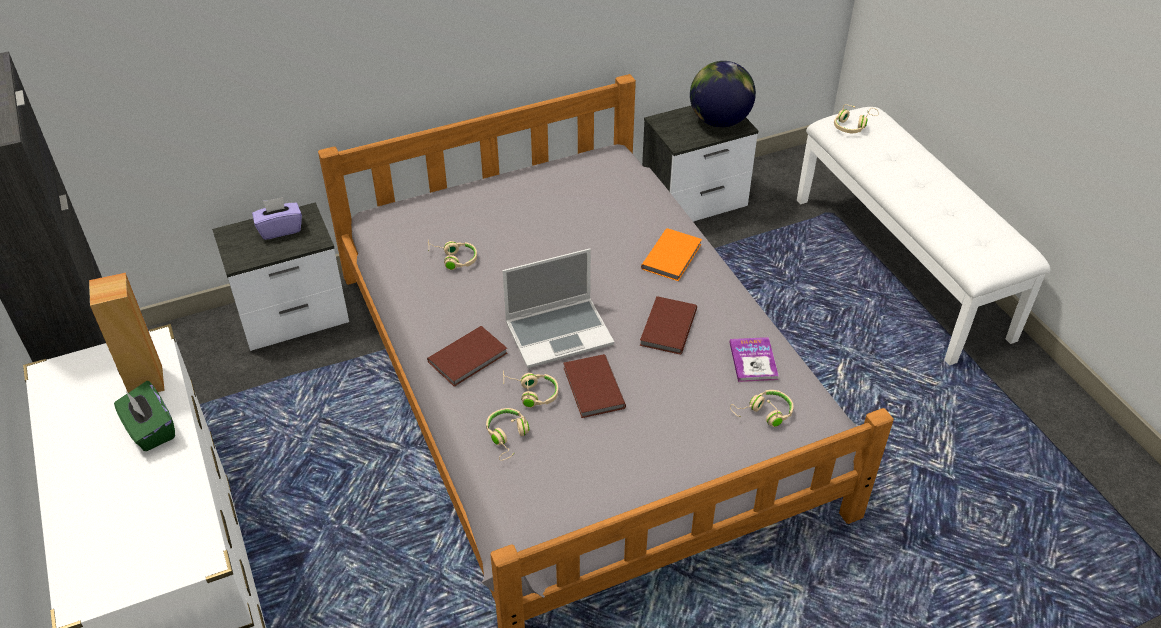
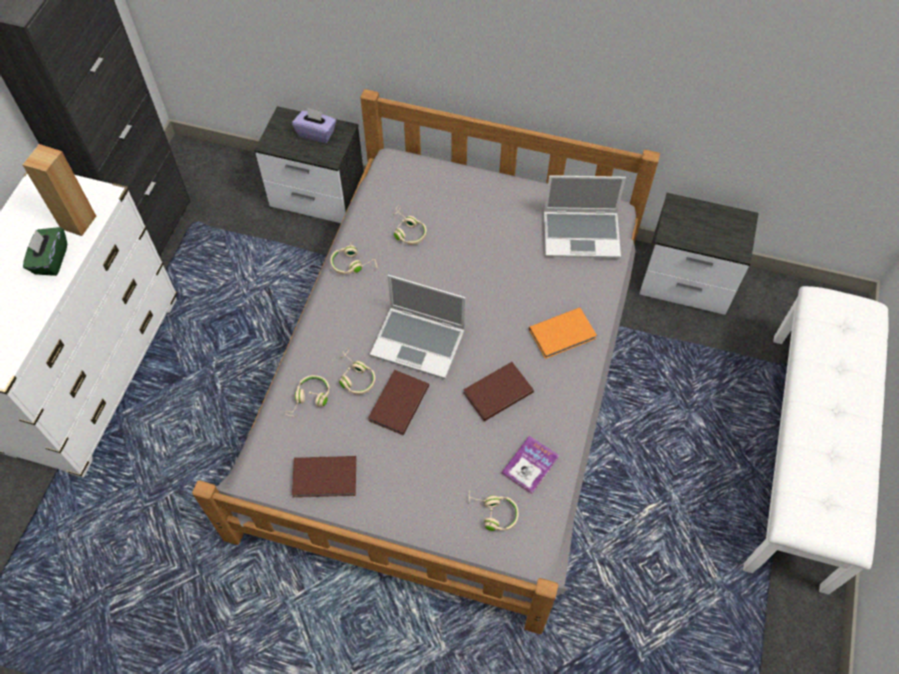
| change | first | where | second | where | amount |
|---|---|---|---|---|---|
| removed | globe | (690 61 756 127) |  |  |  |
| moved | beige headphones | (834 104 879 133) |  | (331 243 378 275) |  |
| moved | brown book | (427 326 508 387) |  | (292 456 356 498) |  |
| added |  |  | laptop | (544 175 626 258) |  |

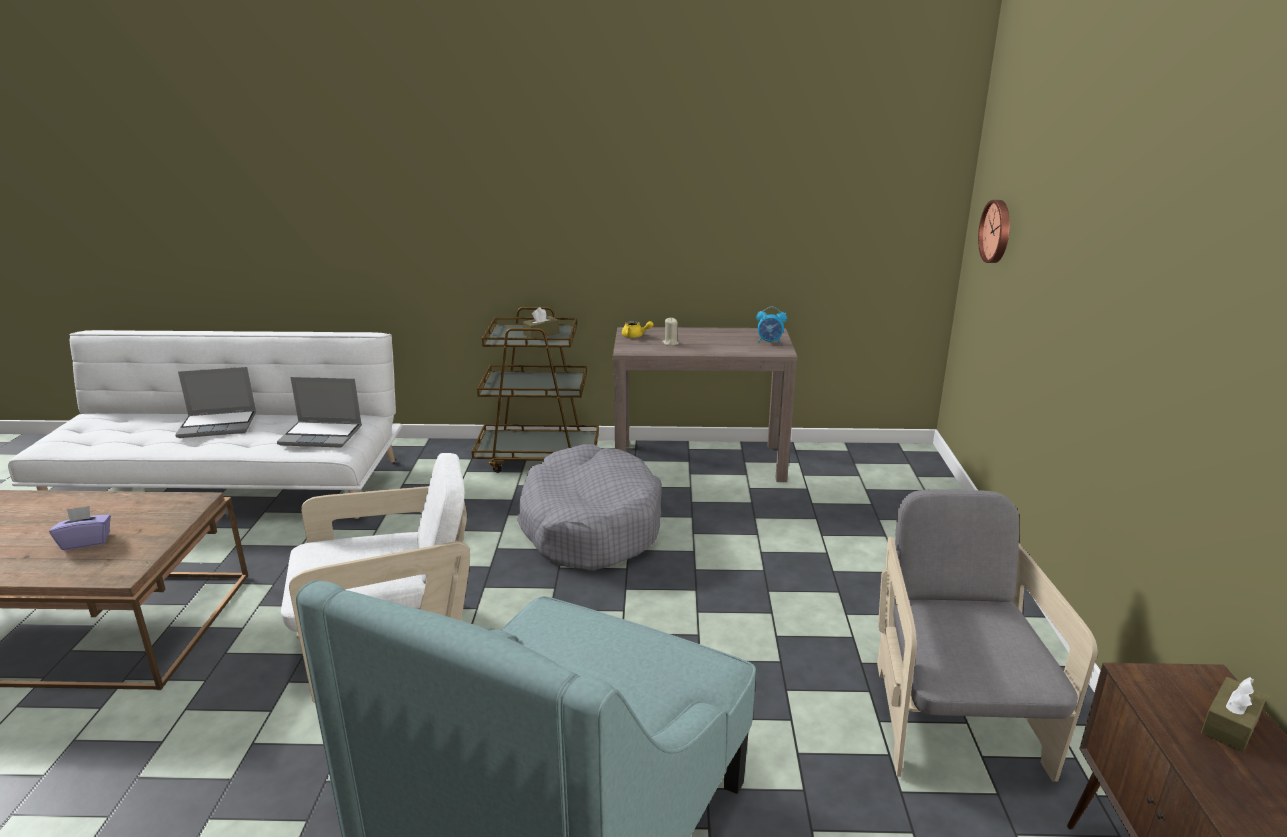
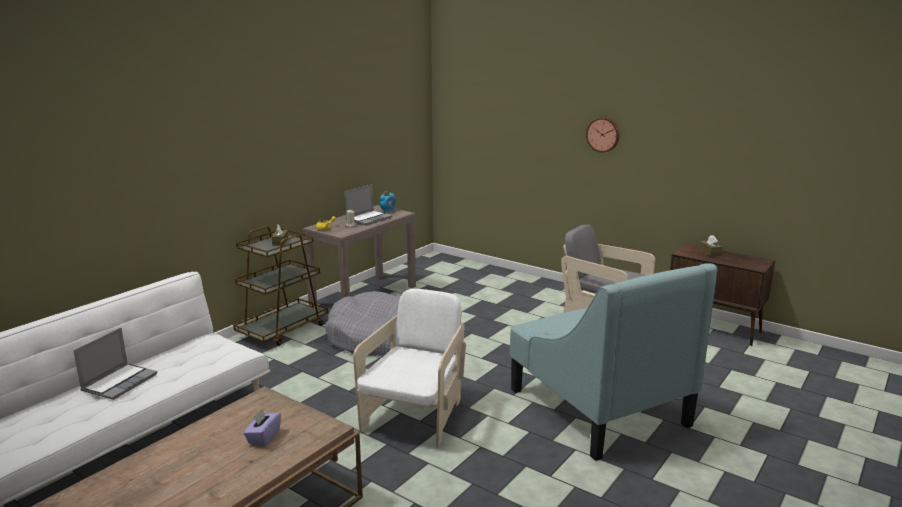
| change | first | where | second | where | amount |
|---|---|---|---|---|---|
| moved | wall clock | (978 200 1010 263) |  | (586 117 620 152) |  |
| moved | laptop | (277 377 362 448) |  | (345 184 393 226) |  |

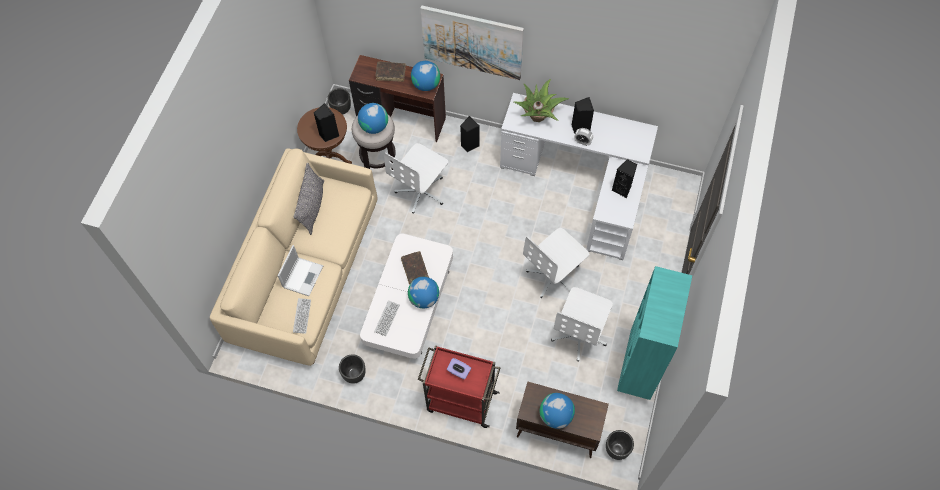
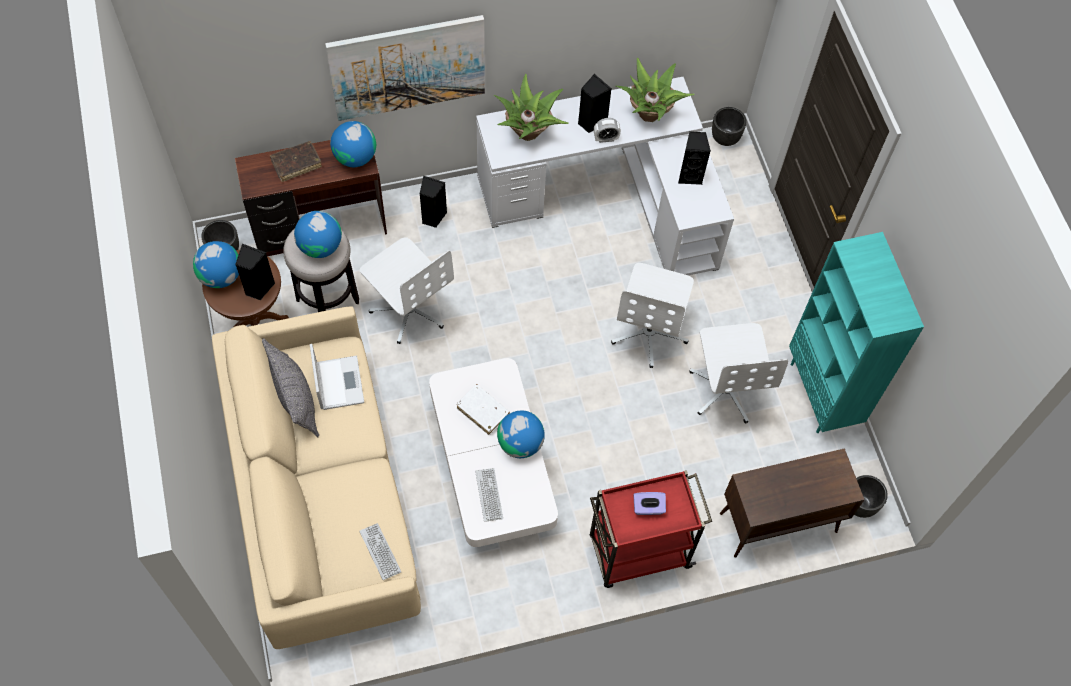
| change | first | where | second | where | amount |
|---|---|---|---|---|---|
| turned | white office chair | (384 143 448 214) |  | (360 237 454 344) | 45 degrees counterclockwise |
| moved | laptop | (278 245 323 296) |  | (310 344 364 410) |  |
| recoloured | brown book | (401 251 429 285) | white book | (457 384 510 435) |  |
| moved | black planter | (339 354 366 384) |  | (712 107 746 146) |  |
| moved | globe | (540 393 575 429) |  | (193 241 239 288) |  |
| added |  |  | potted plant | (616 58 695 122) |  |

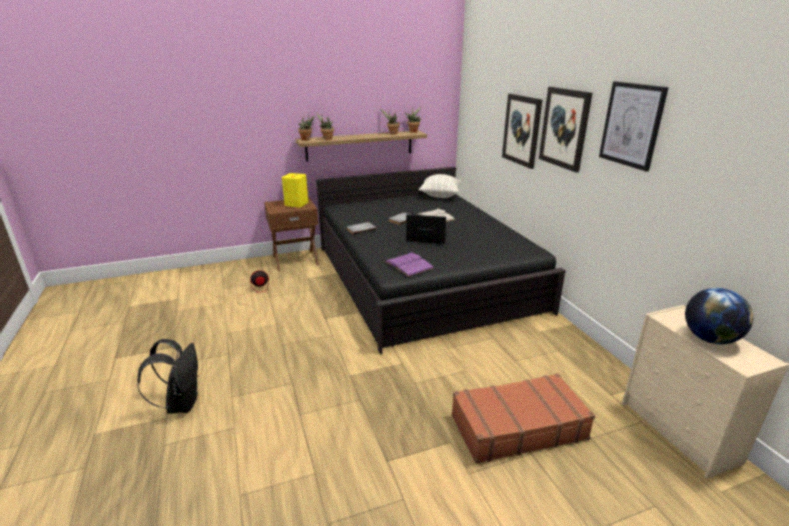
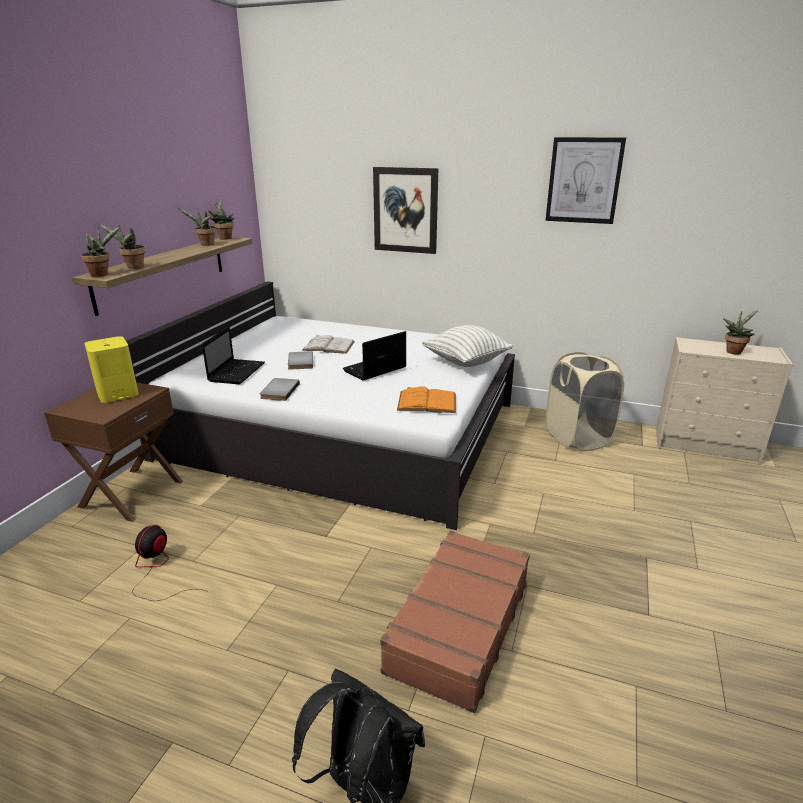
| change | first | where | second | where | amount |
|---|---|---|---|---|---|
| removed | picture | (539 87 592 173) |  |  |  |
| recoloured | black bed | (316 167 566 354) | white bed | (126 282 515 530) |  |
| moved | pillow | (419 174 462 198) |  | (422 325 513 367) |  |
| recoloured | purple book | (385 252 434 277) | orange book | (397 386 456 413) |  |
| replaced | globe | (685 288 753 344) | potted plant | (723 310 758 355) |  |
| moved | brown suitcase | (452 373 595 464) |  | (380 530 530 713) |  |
| added |  |  | laptop | (202 326 265 384) |  |
| added |  |  | beige laundry basket | (546 352 624 451) |  |

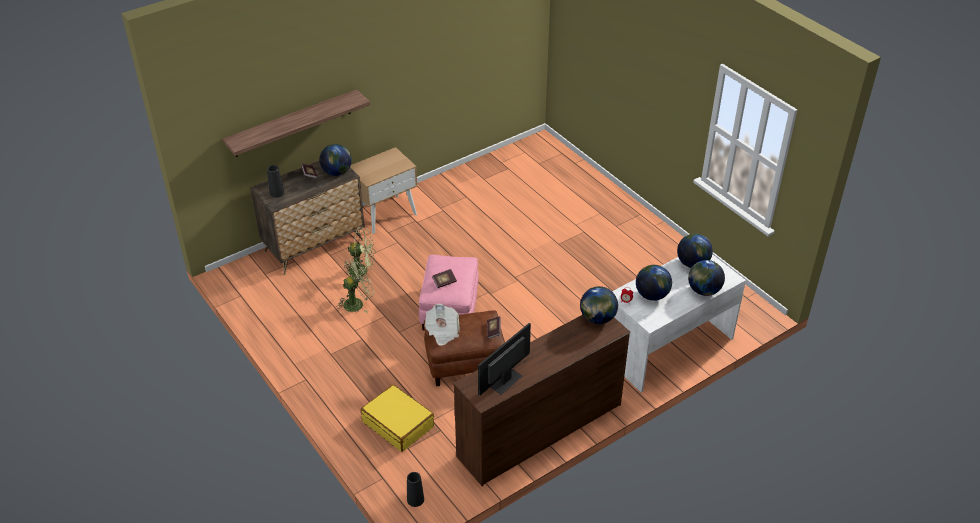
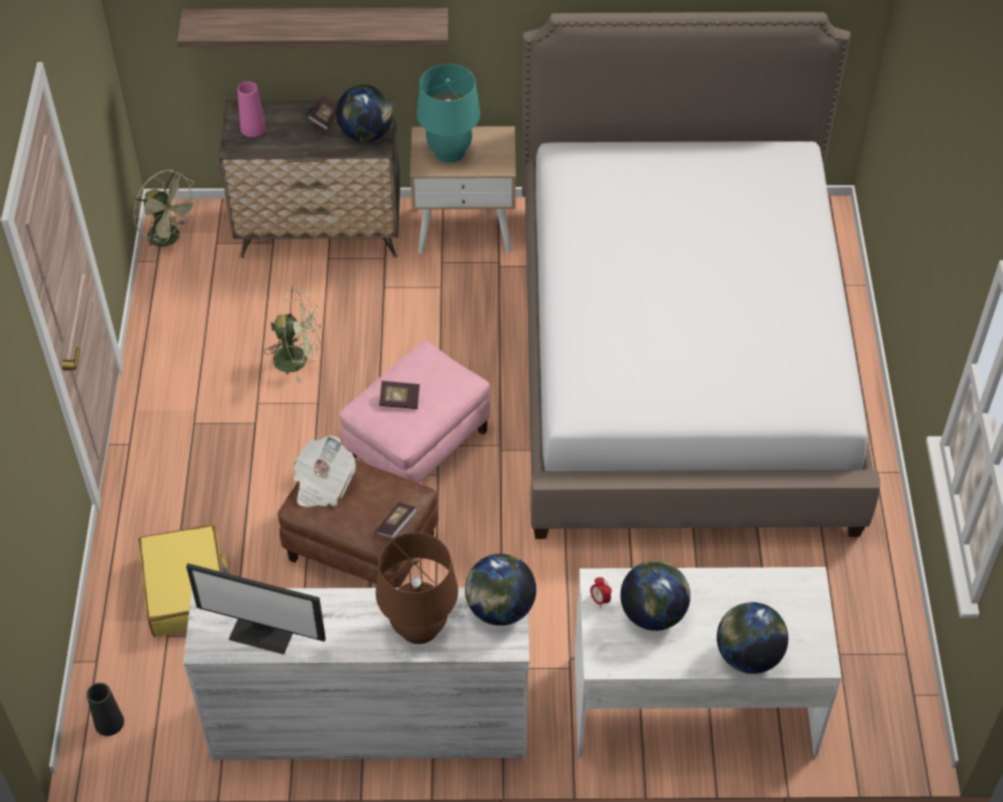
| change | first | where | second | where | amount |
|---|---|---|---|---|---|
| recoloured | black vase | (267 165 284 198) | pink vase | (237 81 266 137) |  |
| moved | green fan | (347 227 376 283) |  | (133 170 199 257) |  |
| removed | globe | (677 234 713 268) |  |  |  |
| recoloured | brown dresser | (453 315 630 486) | white dresser | (183 587 529 761) |  |
| turned | monitor | (478 323 531 396) |  | (186 563 326 655) | 150 degrees counterclockwise |
| added |  |  | bed | (522 12 880 539) |  |
| added |  |  | turquoise table lamp | (417 64 480 163) |  |
| added |  |  | brown table lamp | (376 532 458 644) |  |

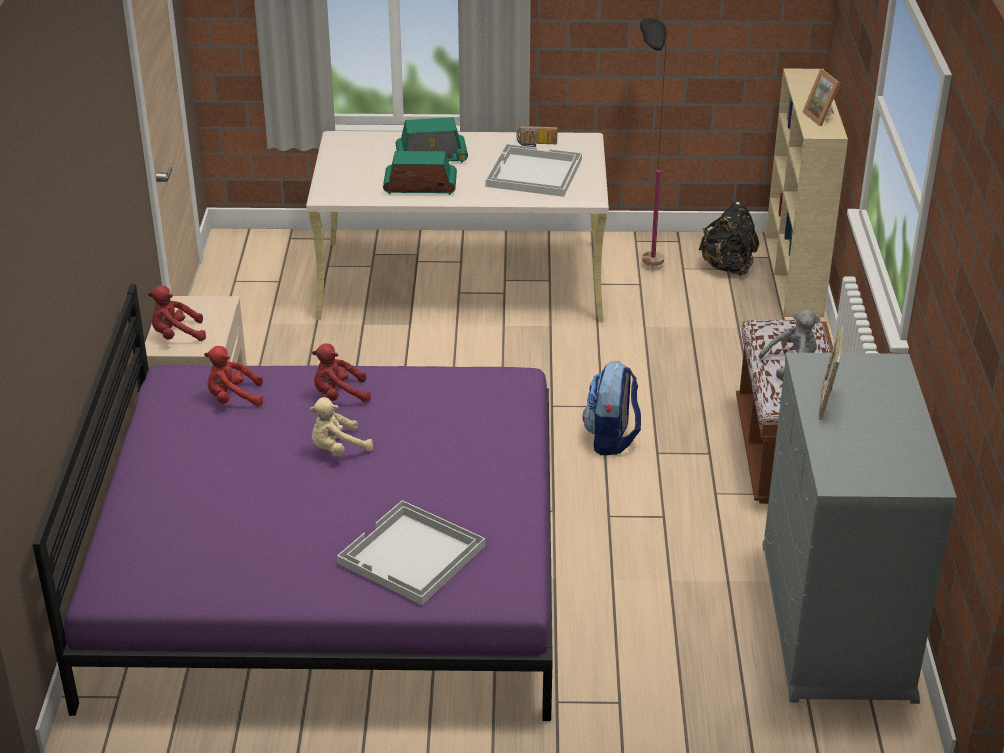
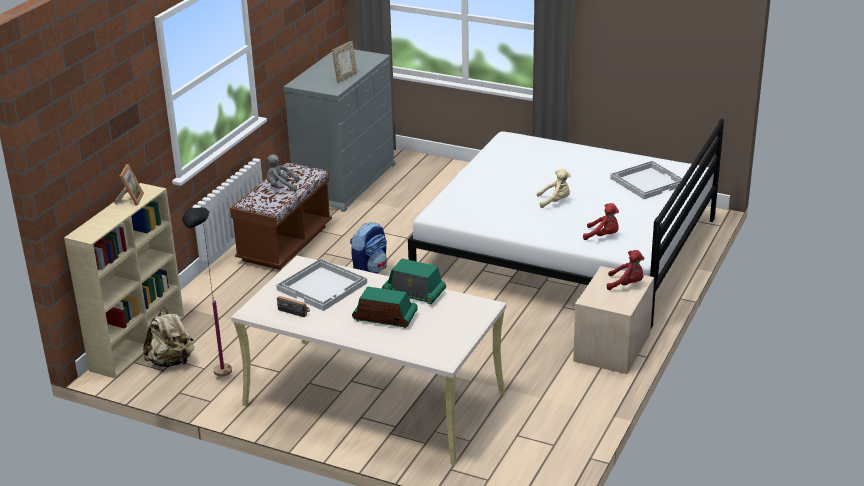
| change | first | where | second | where | amount |
|---|---|---|---|---|---|
| recoloured | black backpack | (699 202 760 276) | beige backpack | (143 307 194 367) |  |
| recoloured | purple bed | (32 284 553 721) | white bed | (408 119 724 329) |  |
| removed | red plush toy | (312 343 371 402) |  |  |  |
| moved | white tray | (337 500 485 605) |  | (610 161 687 199) |  |

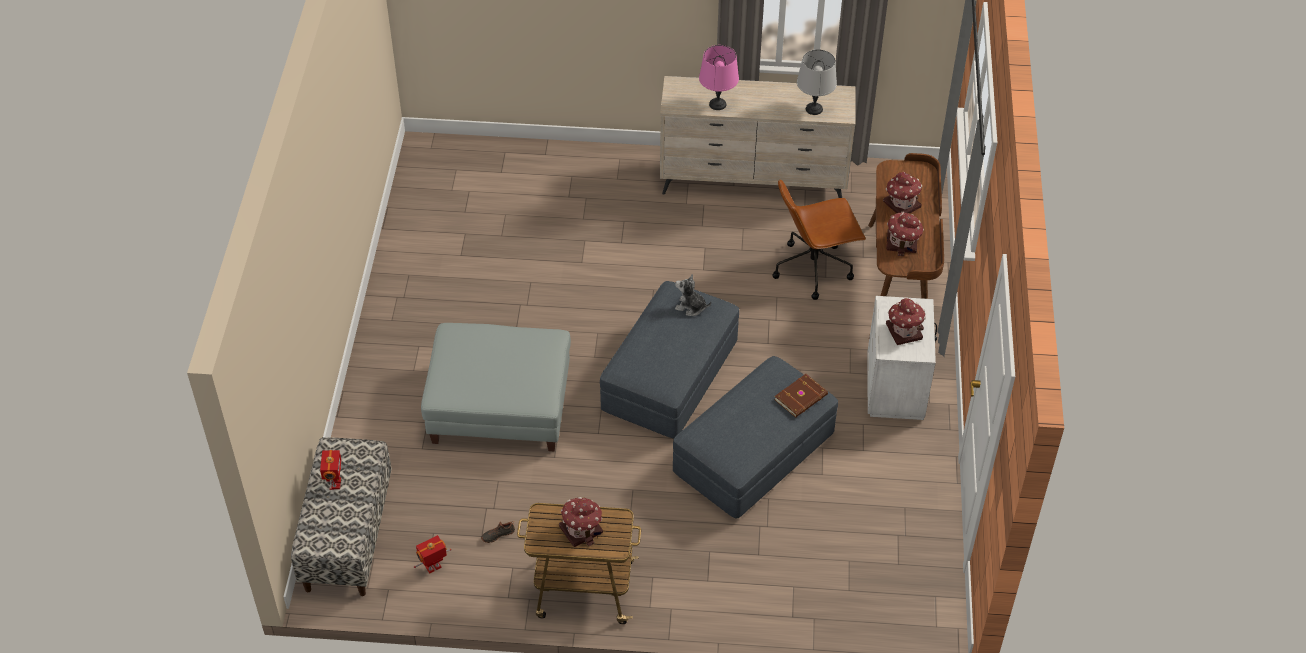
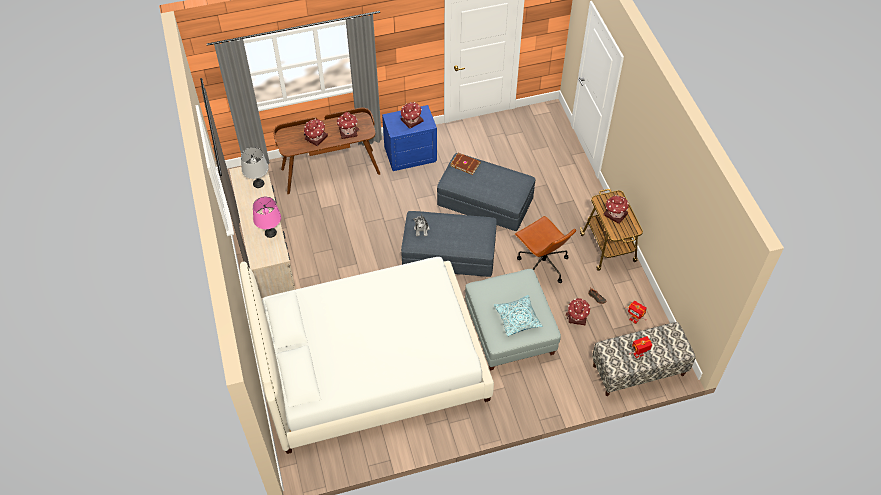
| change | first | where | second | where | amount |
|---|---|---|---|---|---|
| moved | brown office chair | (773 179 866 300) |  | (515 216 576 283) |  |
| recoloured | white nightstand | (868 296 937 420) | blue nightstand | (382 105 437 171) |  |
| added |  |  | white bed | (240 257 494 454) |  |
| added |  |  | pillow | (494 295 543 336) |  |
| added |  |  | toy house | (566 298 590 325) |  |

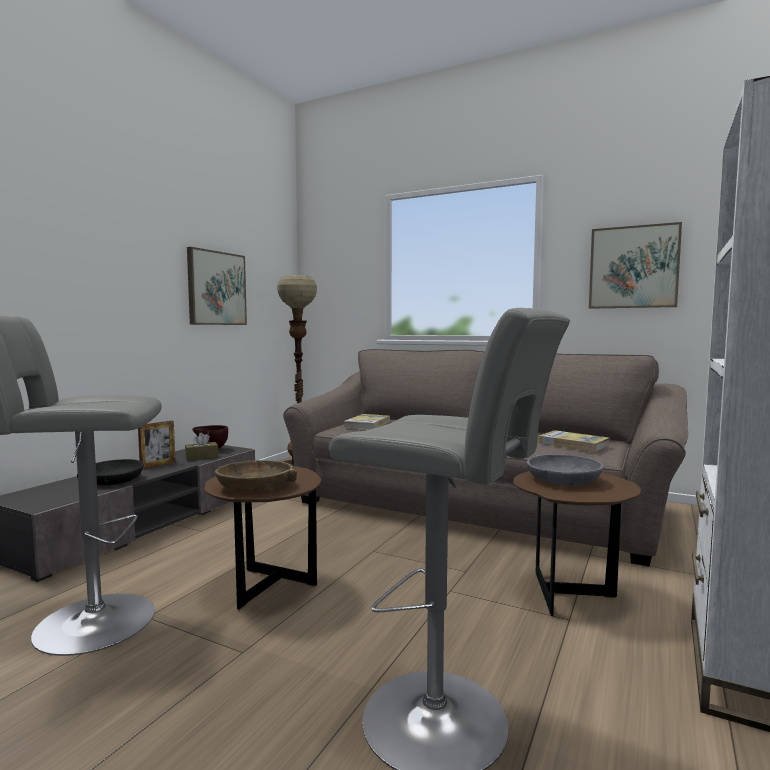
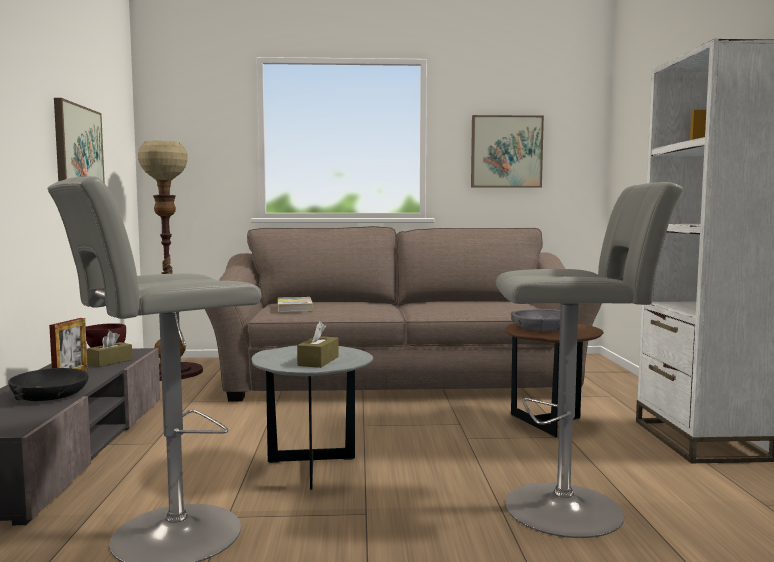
| change | first | where | second | where | amount |
|---|---|---|---|---|---|
| removed | book | (539 430 609 452) |  |  |  |
| replaced | brown bowl | (215 460 297 492) | brown tissue box | (297 321 339 368) |  |
| recoloured | brown side table | (204 466 321 610) | grey side table | (252 345 373 490) |  |

